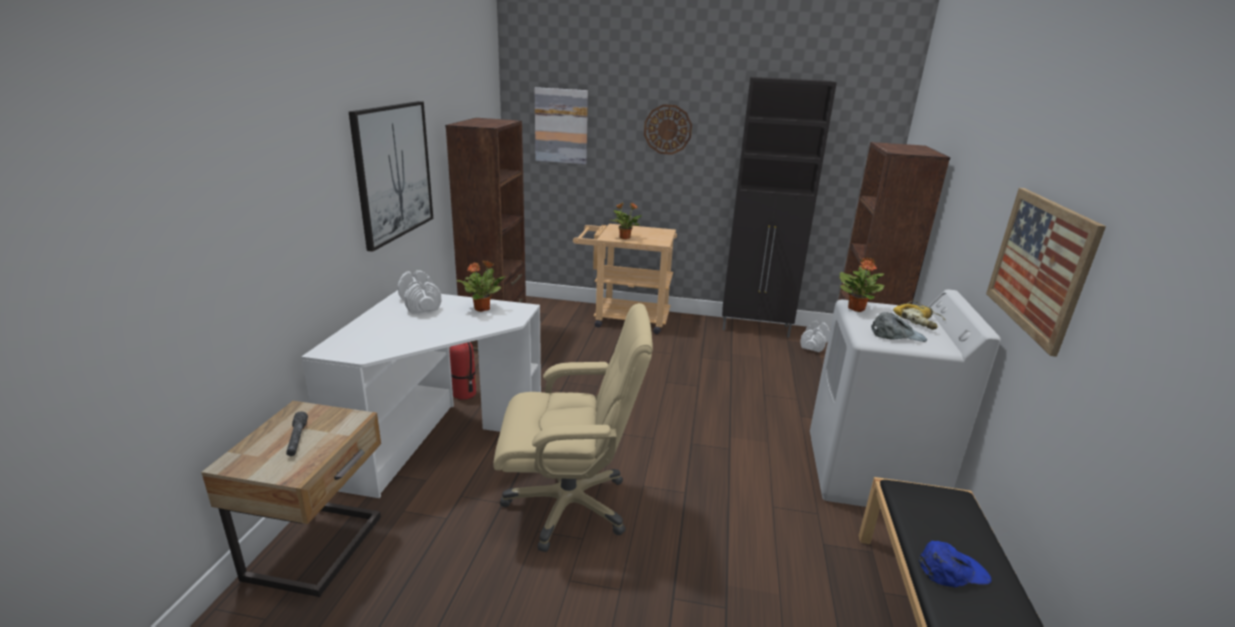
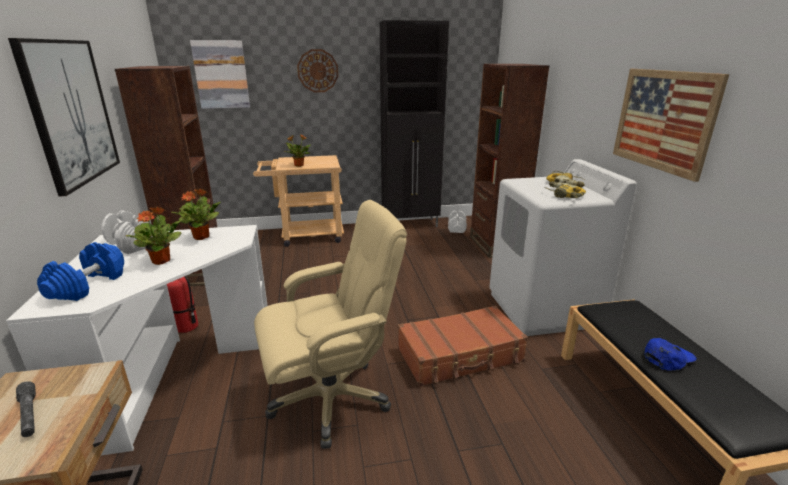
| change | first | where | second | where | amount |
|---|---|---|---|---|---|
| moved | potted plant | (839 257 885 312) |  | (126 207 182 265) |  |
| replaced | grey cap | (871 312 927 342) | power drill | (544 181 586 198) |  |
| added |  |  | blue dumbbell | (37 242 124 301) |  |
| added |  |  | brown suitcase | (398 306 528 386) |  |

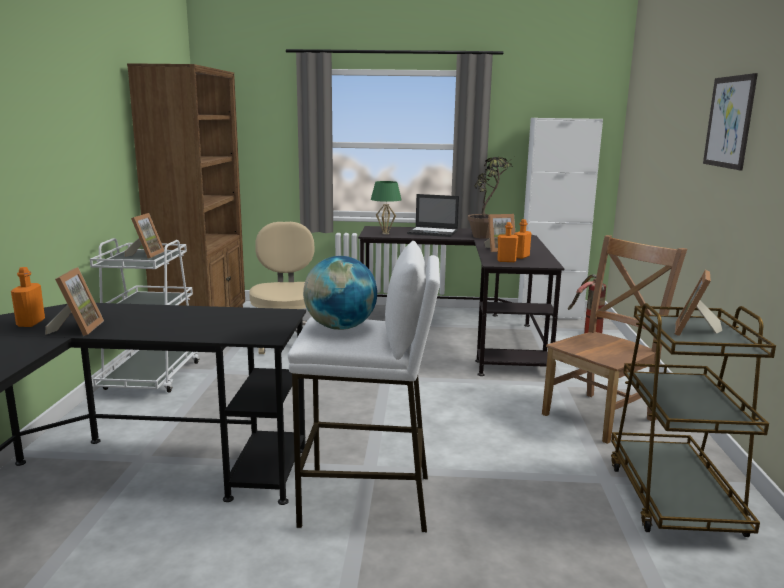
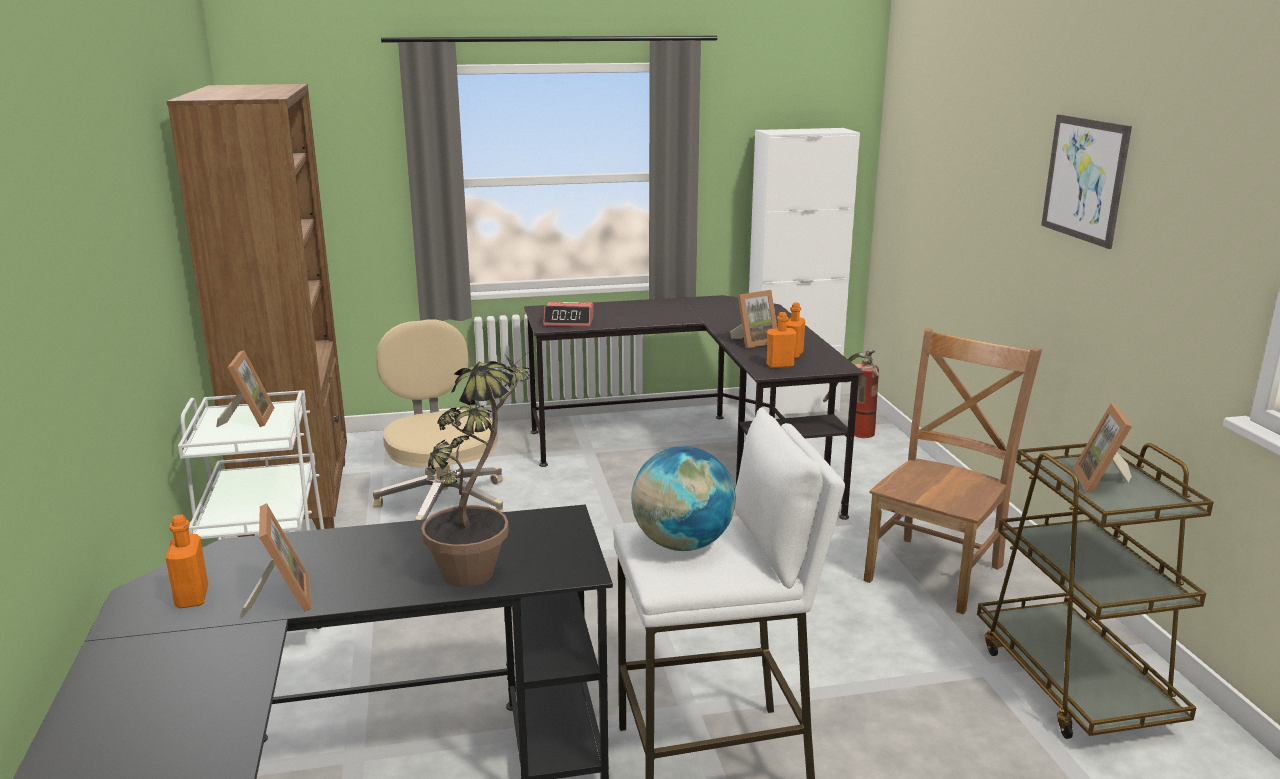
| change | first | where | second | where | amount |
|---|---|---|---|---|---|
| moved | potted plant | (468 157 513 239) |  | (421 349 532 587) |  |
| replaced | green table lamp | (371 181 402 234) | alarm clock | (543 302 593 327) |  |
| removed | laptop | (407 194 459 237) |  |  |  |

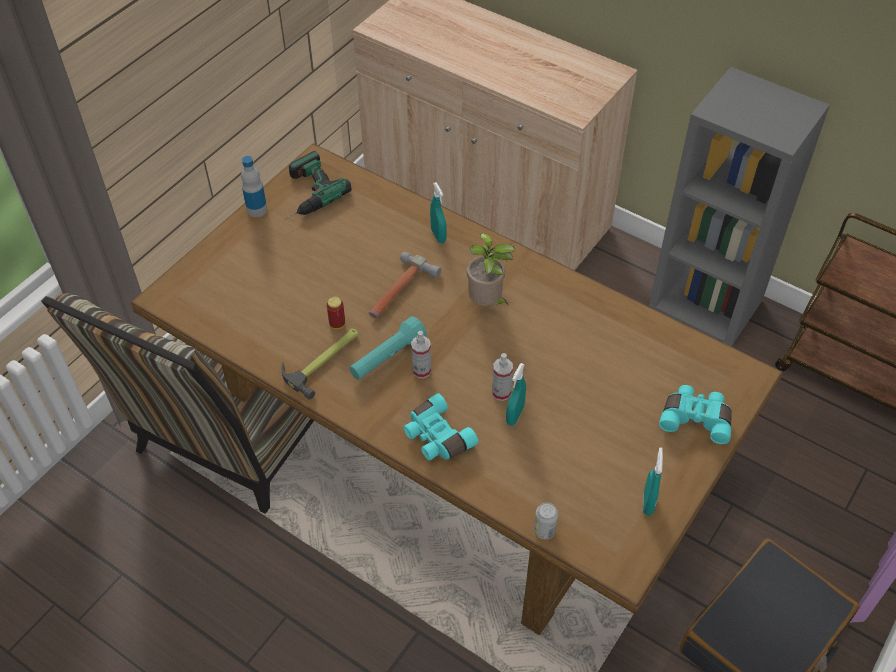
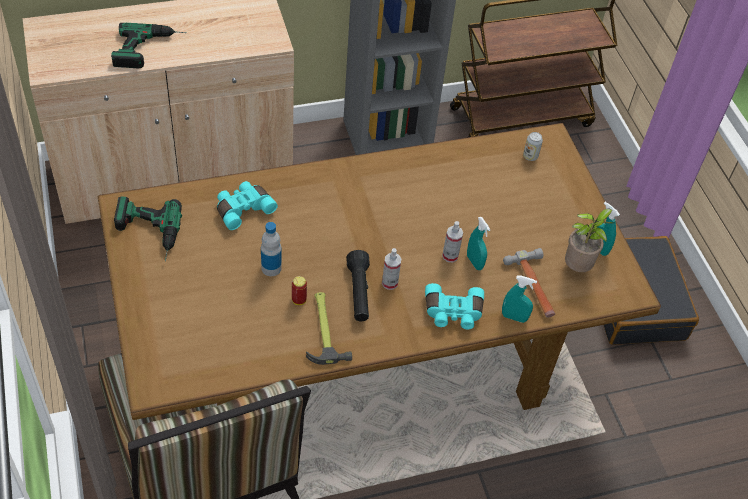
| change | first | where | second | where | amount |
|---|---|---|---|---|---|
| moved | bottle | (241 156 267 217) |  | (261 222 282 276) |  |
| moved | turquoise spray bottle | (430 182 446 243) |  | (502 276 537 323) |  |
| moved | potted plant | (467 233 516 306) |  | (565 209 613 272) |  |
| moved | hammer | (369 252 441 318) |  | (503 248 555 317) |  |
| recoloured | turquoise flashlight | (349 316 427 380) | black flashlight | (346 250 370 322) |  |
| moved | turquoise binoculars | (659 385 732 444) |  | (217 181 278 230) |  |
| moved | can | (534 502 558 539) |  | (523 132 543 161) |  |
| added |  |  | power drill | (111 23 186 69) |  |

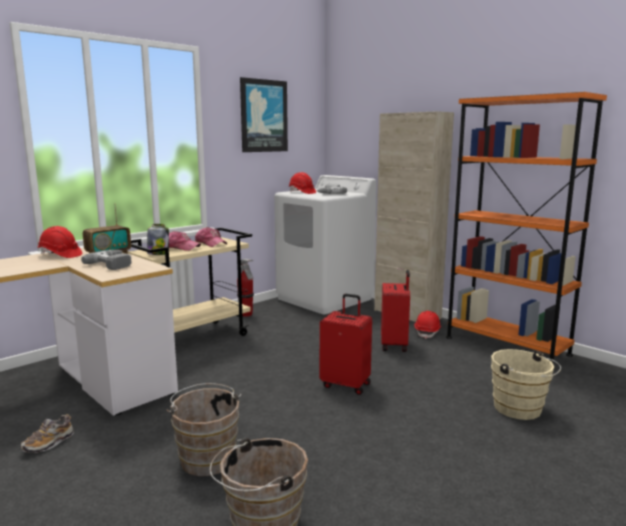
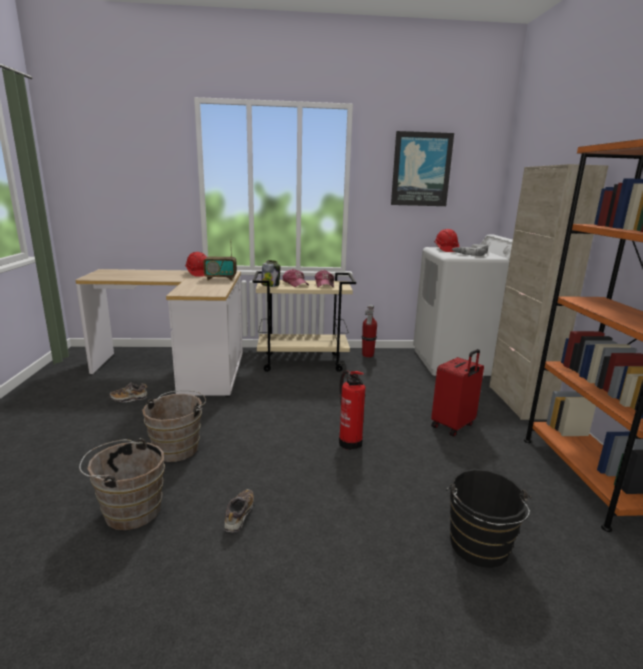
| change | first | where | second | where | amount |
|---|---|---|---|---|---|
| removed | power drill | (81 250 132 270) |  |  |  |
| replaced | red suitcase | (320 294 372 395) | fire extinguisher | (339 370 365 450) |  |
| removed | red hard hat | (414 311 441 339) |  |  |  |
| recoloured | beige bucket | (491 349 561 420) | black bucket | (446 469 531 568) |  |
| added |  |  | shoe | (224 489 254 532) |  |

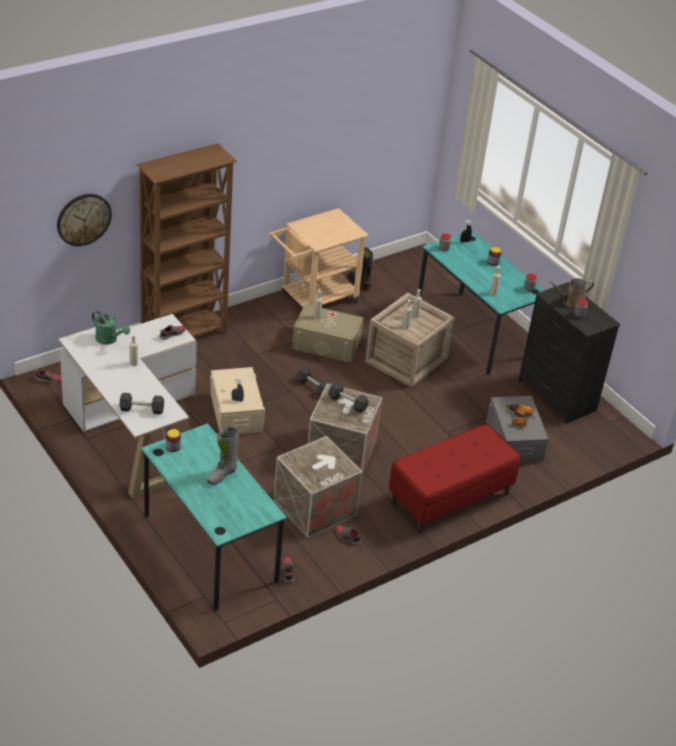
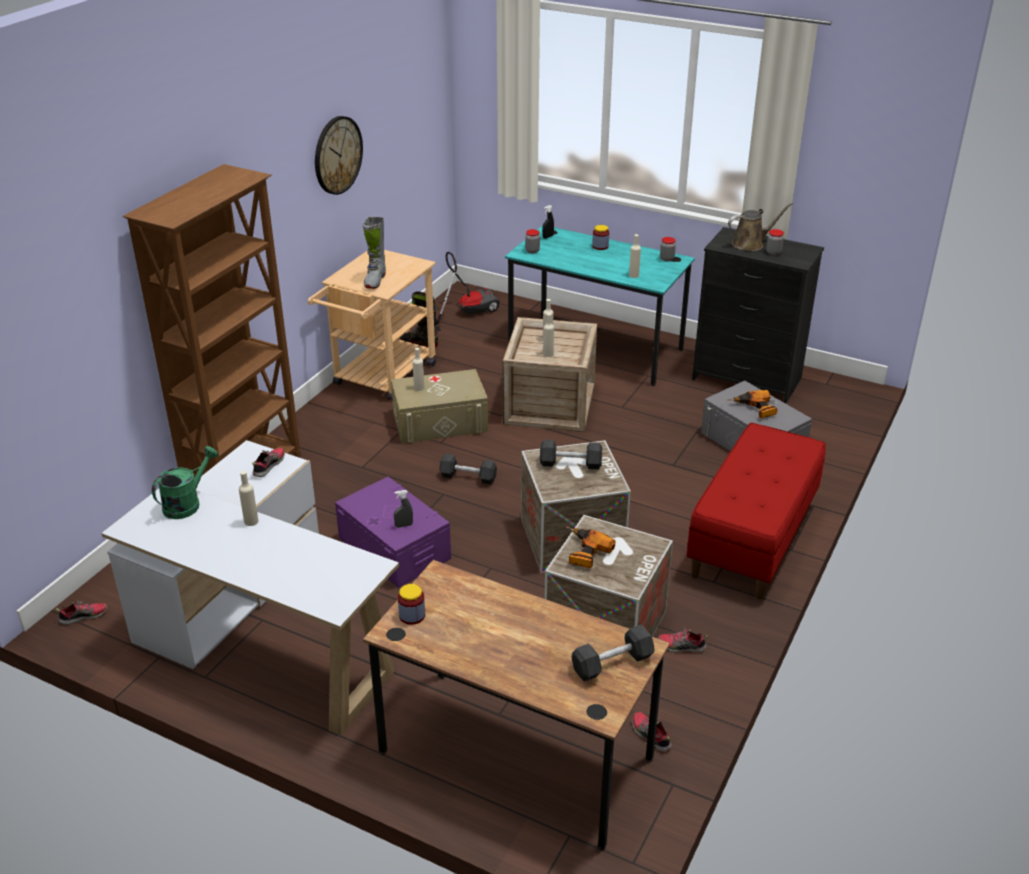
| change | first | where | second | where | amount |
|---|---|---|---|---|---|
| moved | wall clock | (57 194 112 246) |  | (315 116 363 195) |  |
| turned | brown watering can | (549 278 594 308) |  | (728 202 793 251) | 150 degrees counterclockwise |
| turned | green watering can | (92 311 130 345) |  | (152 446 218 519) | 60 degrees counterclockwise |
| recoloured | beige storage box | (210 367 265 434) | purple storage box | (335 477 451 588) |  |
| moved | black dumbbell | (119 393 164 414) |  | (572 625 654 682) |  |
| recoloured | turquoise desk | (141 423 287 610) | brown desk | (363 560 670 850) |  |
| moved | grey boot | (207 427 239 485) |  | (363 217 386 289) |  |
| added |  |  | vacuum cleaner | (435 252 500 332) |  |
| added |  |  | power drill | (565 526 615 568) |  |

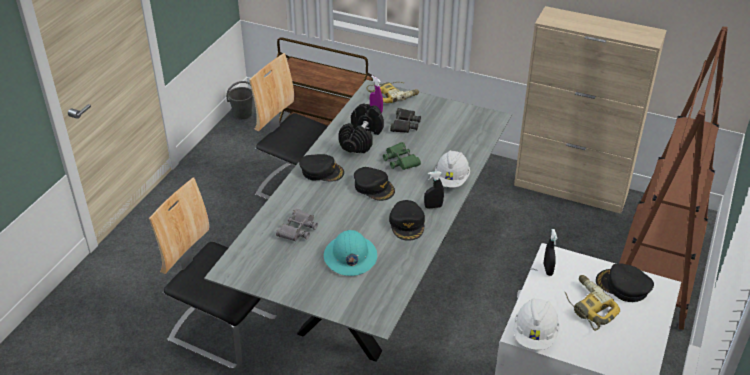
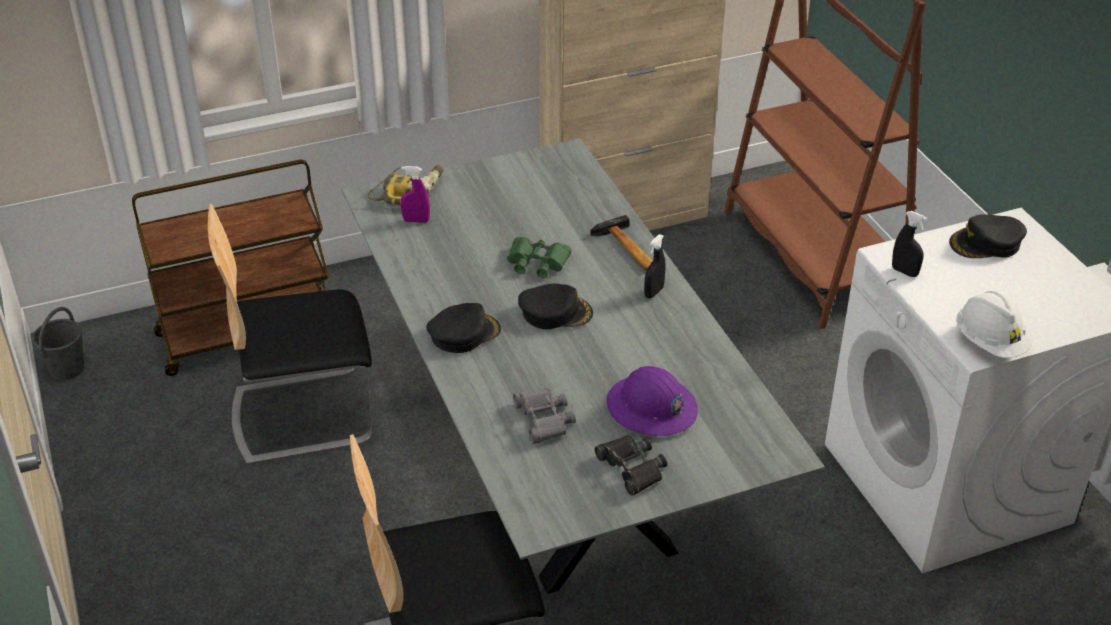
| change | first | where | second | where | amount |
|---|---|---|---|---|---|
| removed | black dumbbell | (339 104 384 153) |  |  |  |
| moved | black binoculars | (390 108 421 133) |  | (594 435 667 496) |  |
| replaced | white hard hat | (435 150 470 188) | hammer | (590 215 652 270) |  |
| removed | black cap | (389 200 425 241) |  |  |  |
| recoloured | turquoise hard hat | (324 230 377 276) | purple hard hat | (607 366 698 436) |  |
| removed | power drill | (565 275 620 331) |  |  |  |

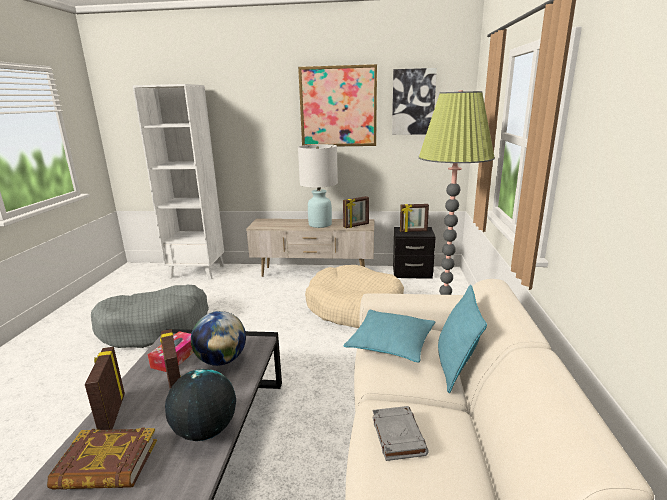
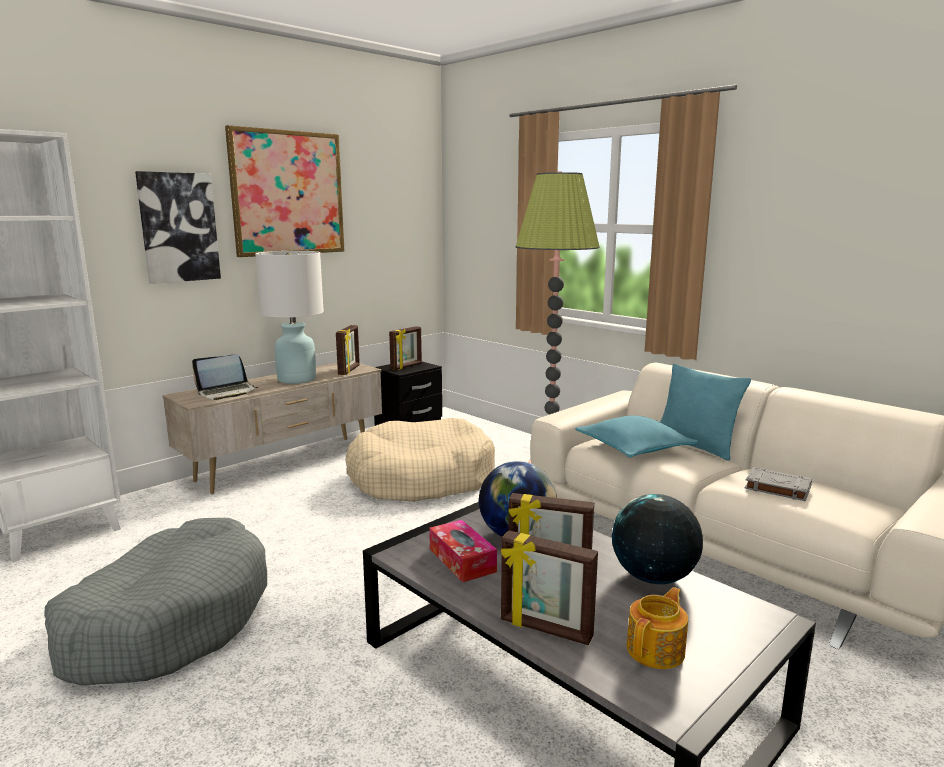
| change | first | where | second | where | amount |
|---|---|---|---|---|---|
| moved | picture | (392 68 437 135) |  | (135 171 221 284) |  |
| replaced | book | (47 427 157 490) | teapot | (627 587 688 669) |  |
| added |  |  | laptop | (192 354 258 400) |  |

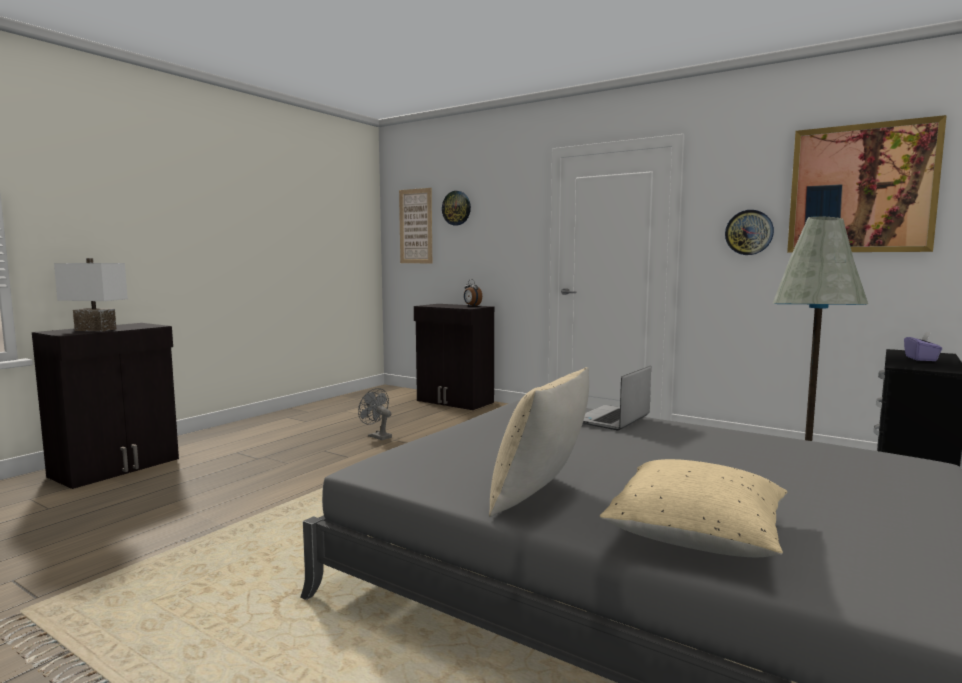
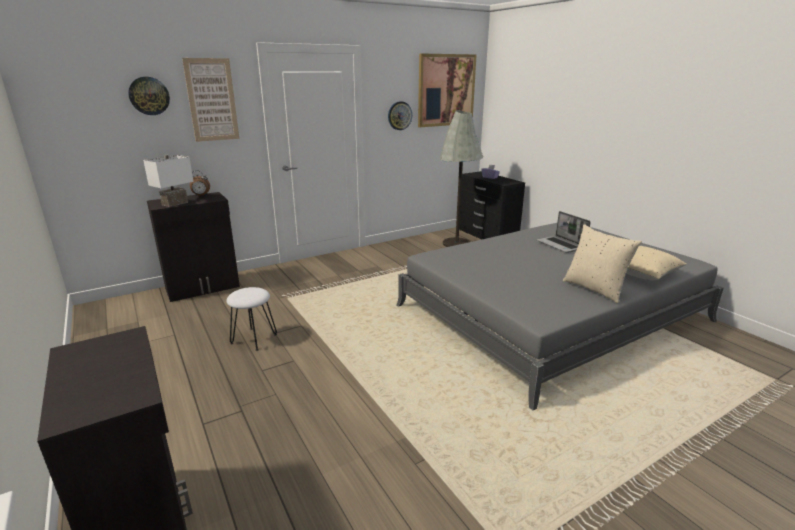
| change | first | where | second | where | amount |
|---|---|---|---|---|---|
| moved | picture | (399 188 432 263) |  | (182 58 239 142) |  |
| moved | white table lamp | (54 258 128 331) |  | (143 155 194 207) |  |
| moved | laptop | (583 366 651 431) |  | (536 211 591 253) |  |
| replaced | grey fan | (358 388 392 440) | white stool | (226 287 277 351) |  |

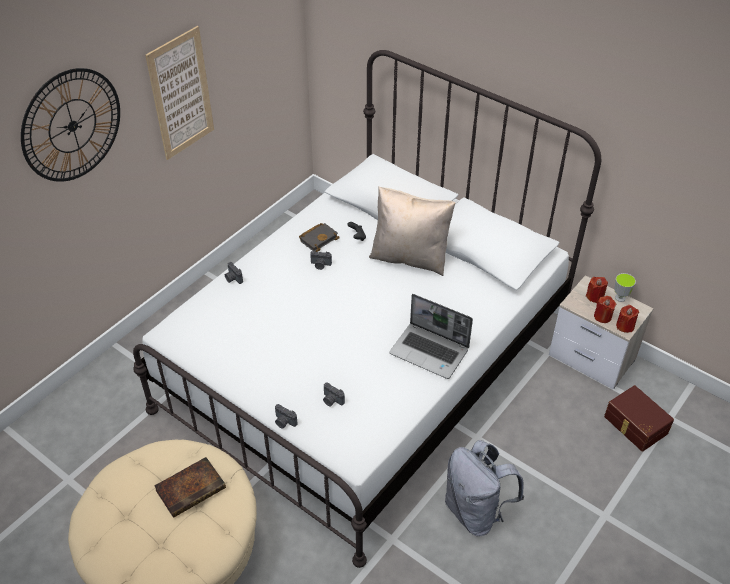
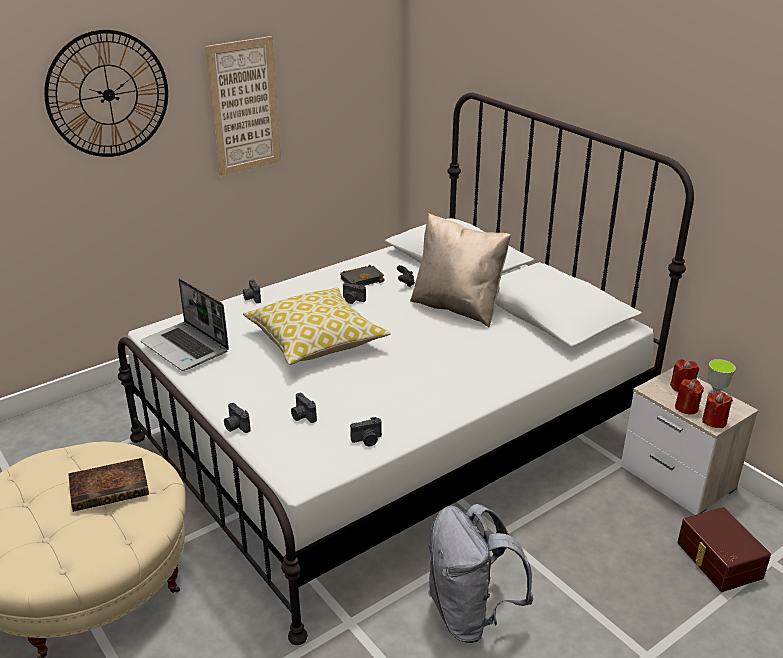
| change | first | where | second | where | amount |
|---|---|---|---|---|---|
| moved | laptop | (389 294 473 379) |  | (140 278 229 371) |  |
| added |  |  | pillow | (243 287 391 365) |  |
| added |  |  | photo camera | (350 417 382 446) |  |

